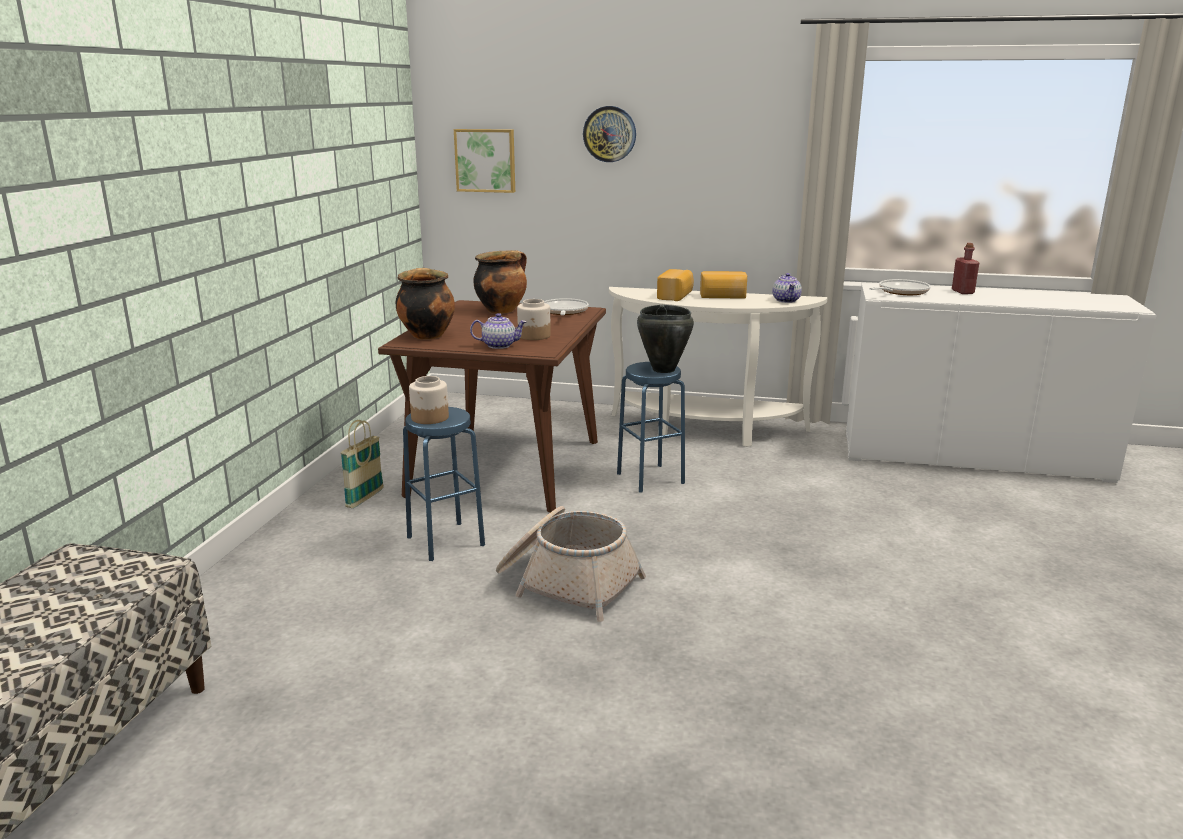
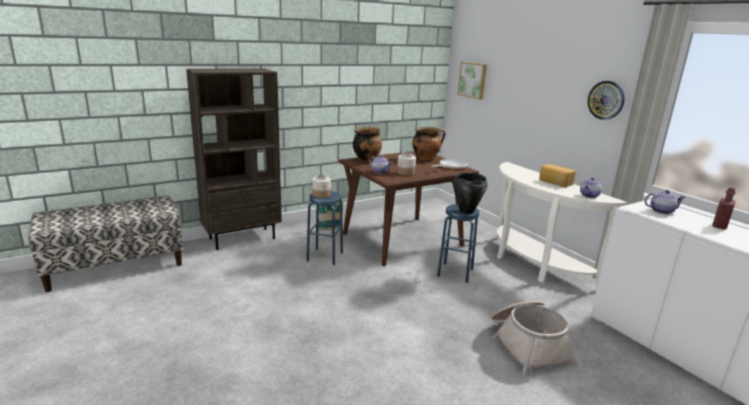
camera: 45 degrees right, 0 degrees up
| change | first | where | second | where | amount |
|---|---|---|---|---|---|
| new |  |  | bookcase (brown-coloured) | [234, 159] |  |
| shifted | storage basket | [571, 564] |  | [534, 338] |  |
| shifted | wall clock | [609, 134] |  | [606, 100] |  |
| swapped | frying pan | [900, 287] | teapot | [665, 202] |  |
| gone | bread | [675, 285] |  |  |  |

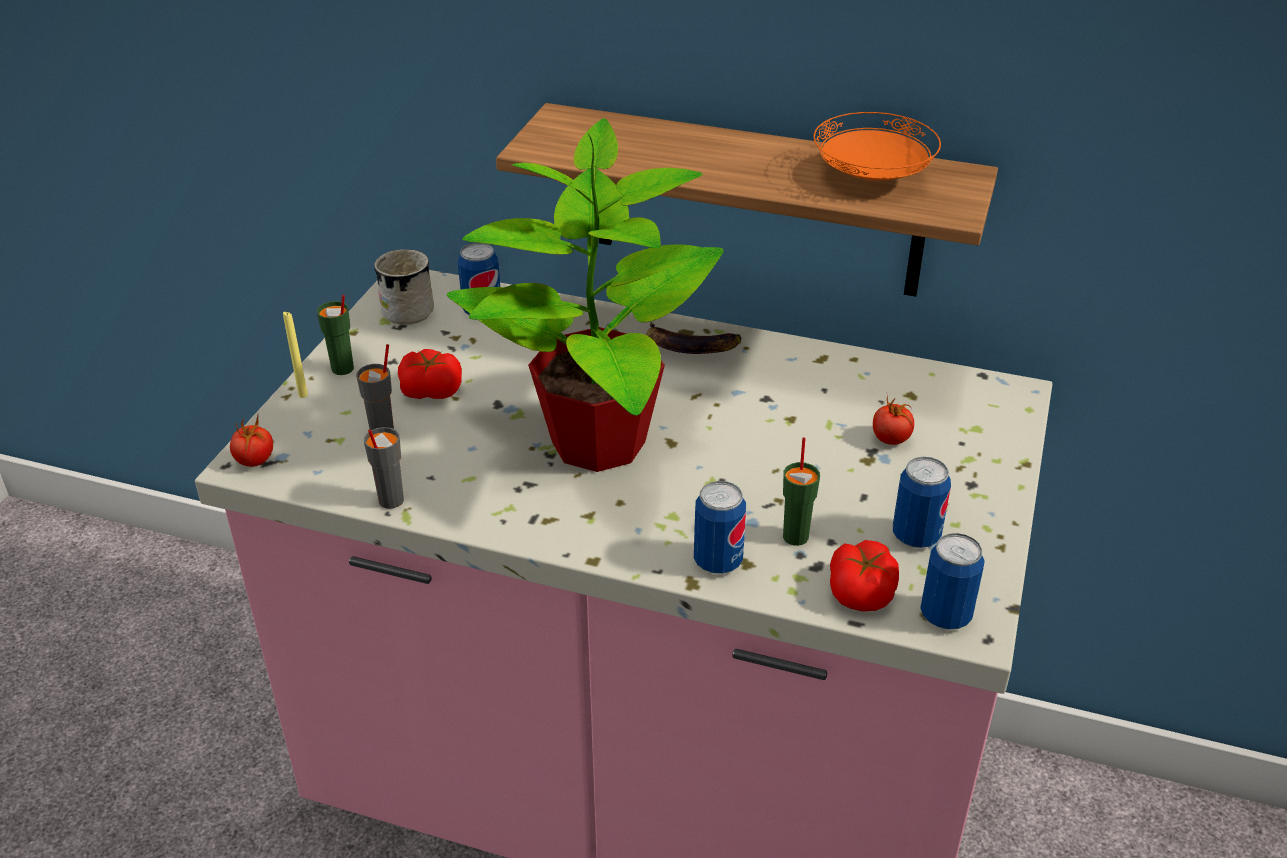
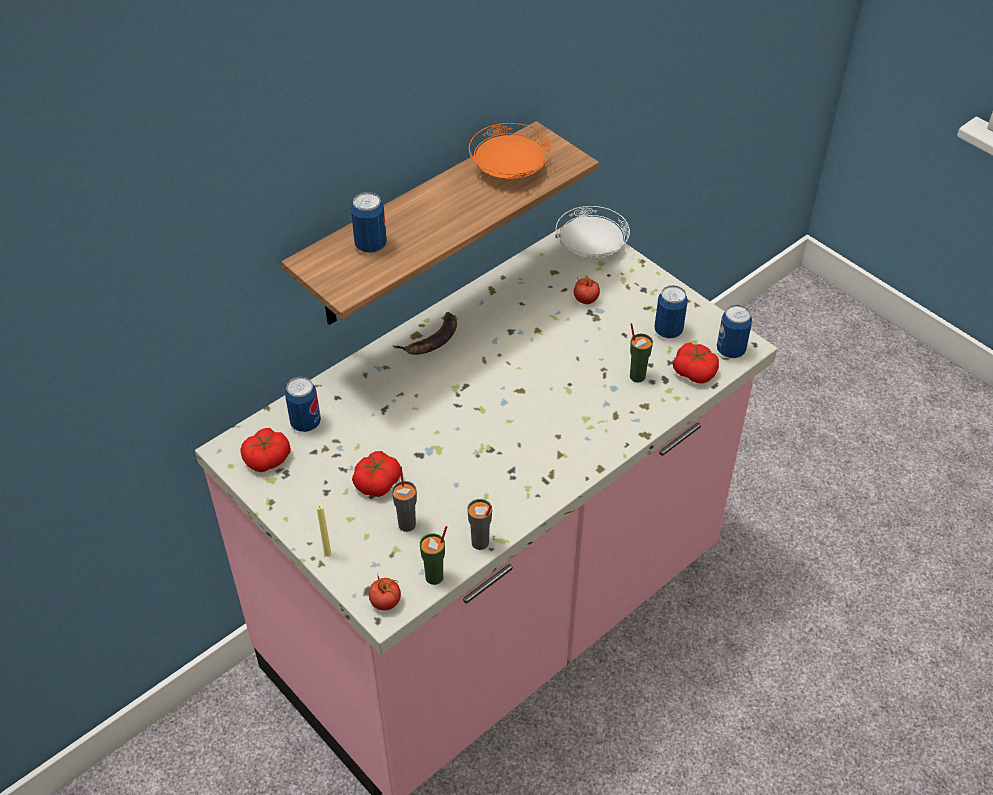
camera: 60 degrees left, 10 degrees up
| change | first | where | second | where | amount |
|---|---|---|---|---|---|
| swapped | mug (white) | [404, 287] | tomato | [265, 450] |  |
| shifted | sealed can | [720, 527] |  | [369, 222] |  |
| shifted | small cup (green-coloured) | [335, 335] |  | [433, 555] |  |
| new |  |  | dinner plate (white) | [593, 232] |  |
| gone | plant in a pot | [585, 295] |  |  |  |

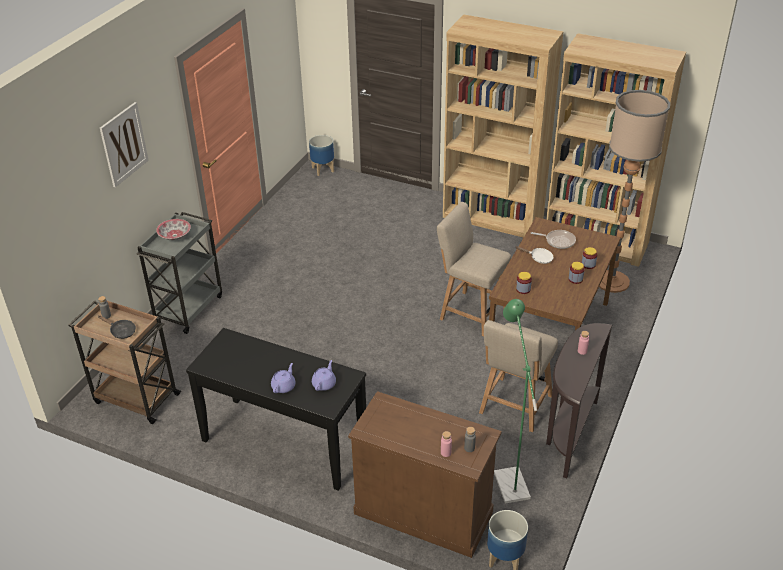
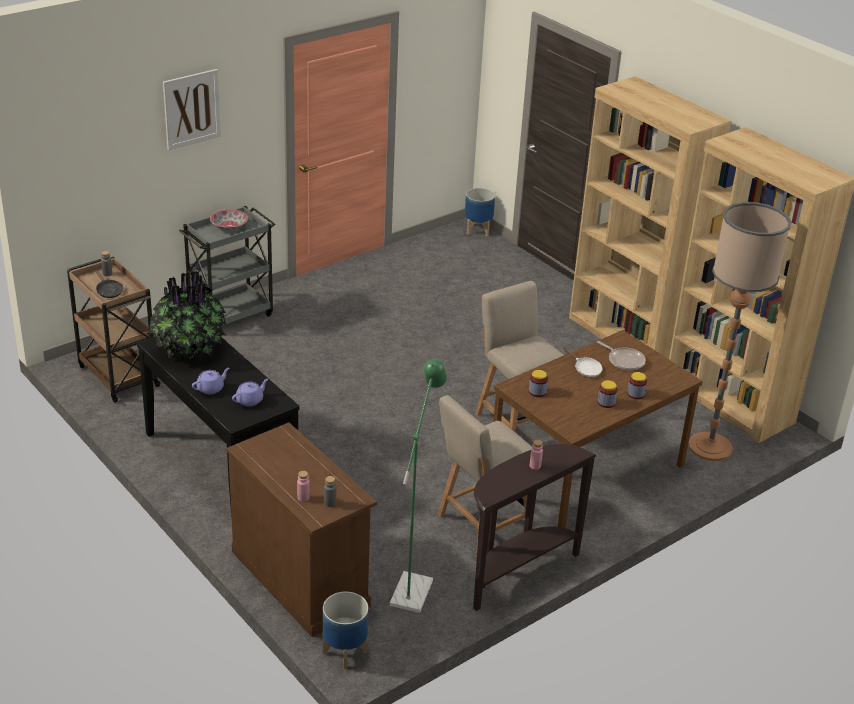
camera: 25 degrees right, 5 degrees down
| change | first | where | second | where | amount |
|---|---|---|---|---|---|
| new |  |  | plant in a pot | [187, 316] |  |

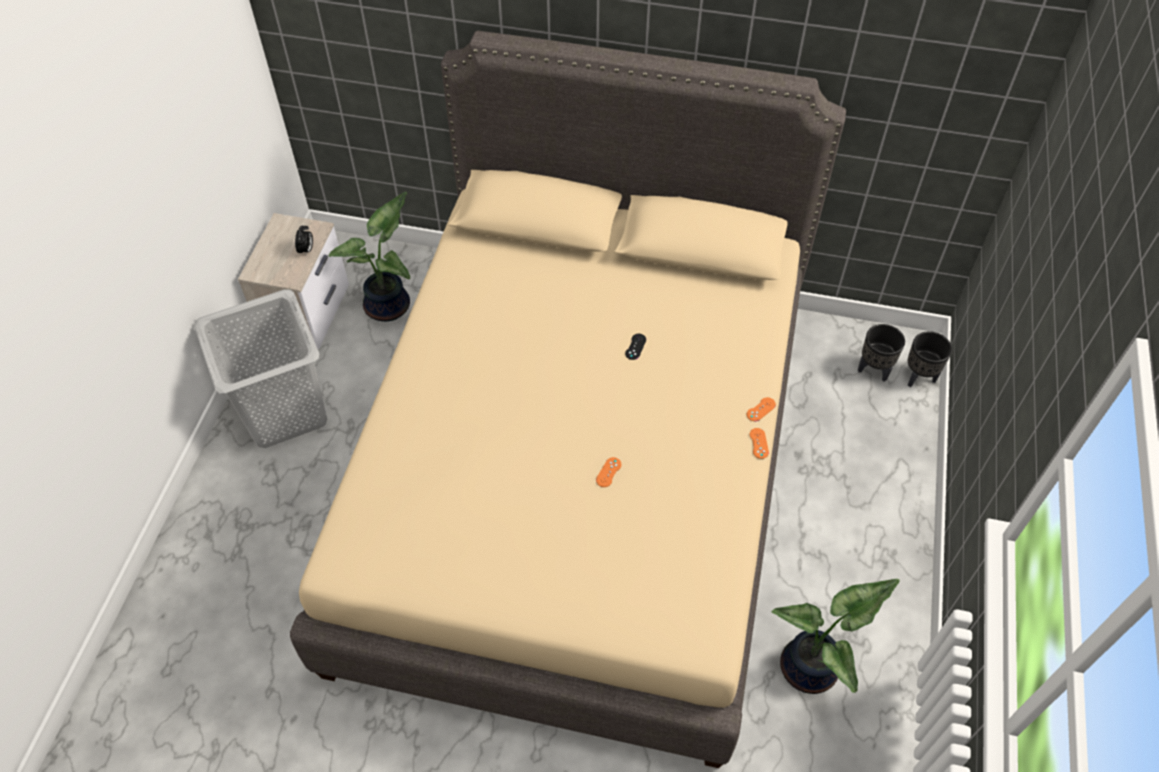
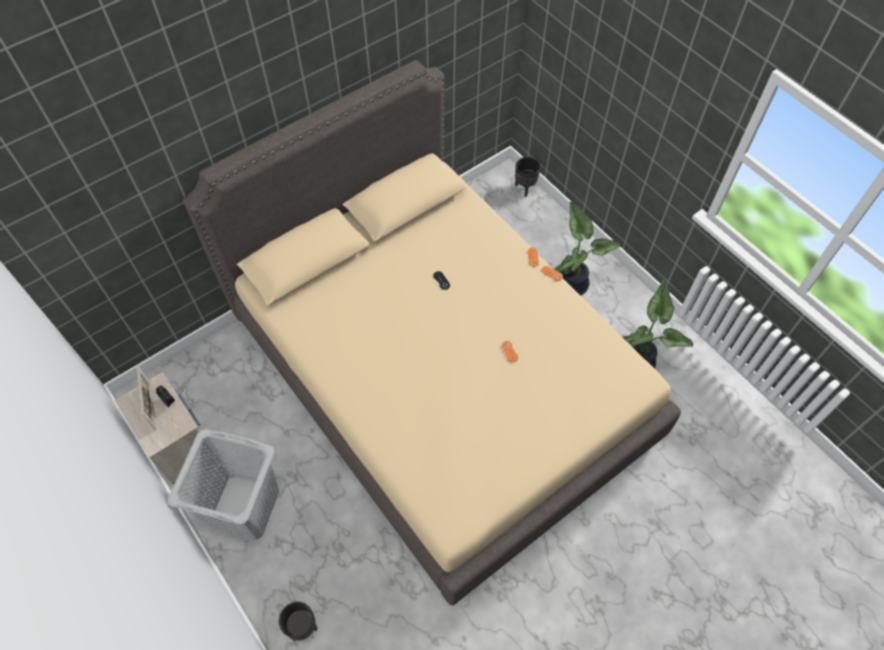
camera: 50 degrees left, 5 degrees up
| change | first | where | second | where | amount |
|---|---|---|---|---|---|
| new |  |  | picture frame | [146, 397] |  |
| shifted | plant pot (blackish) | [881, 353] |  | [298, 621] |  |
| shifted | plant in a pot | [369, 257] |  | [587, 249] |  |

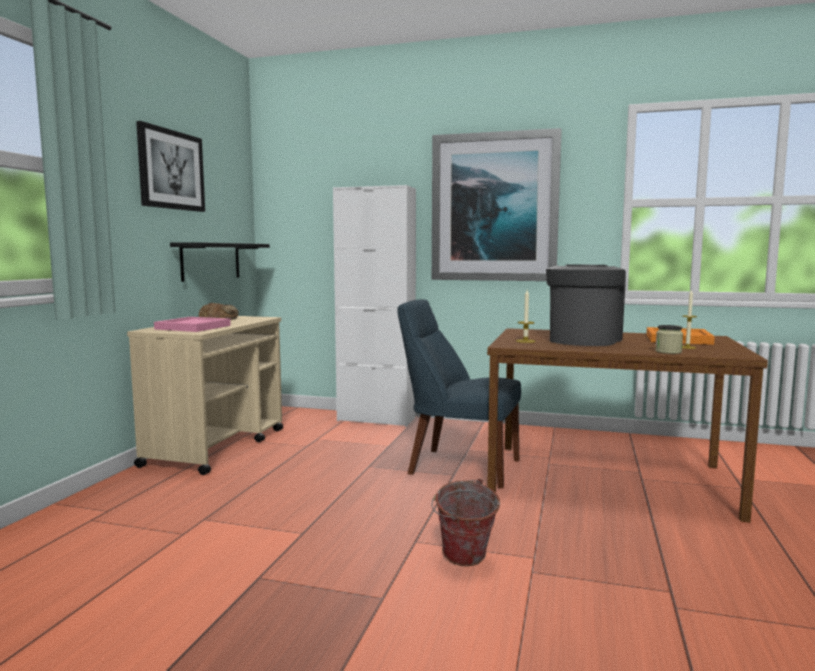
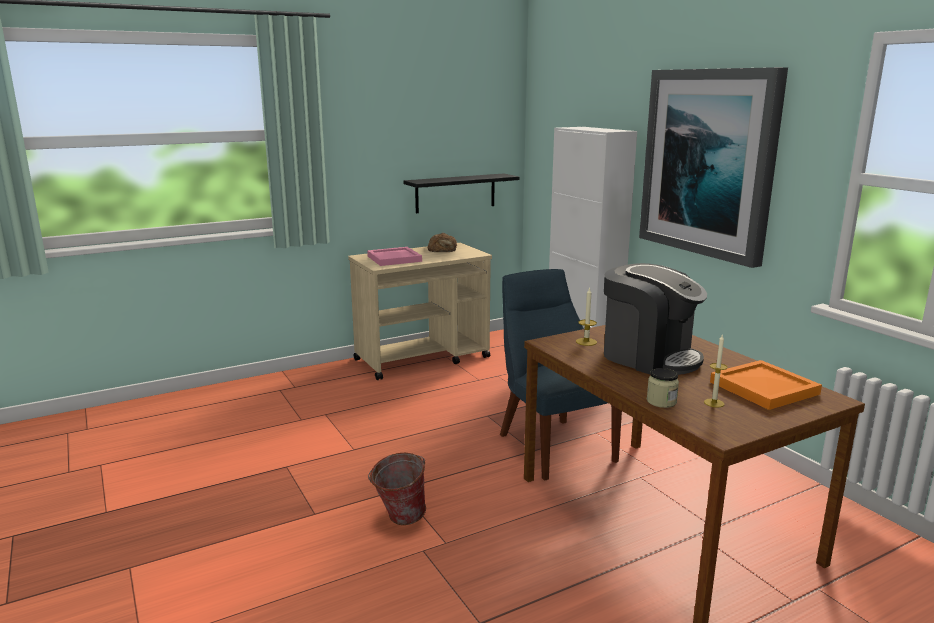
camera: 45 degrees right, 10 degrees up
| change | first | where | second | where | amount |
|---|---|---|---|---|---|
| rotated | coffee maker | [586, 305] |  | [655, 319] | 60 degrees clockwise |
| gone | picture | [170, 166] |  |  |  |

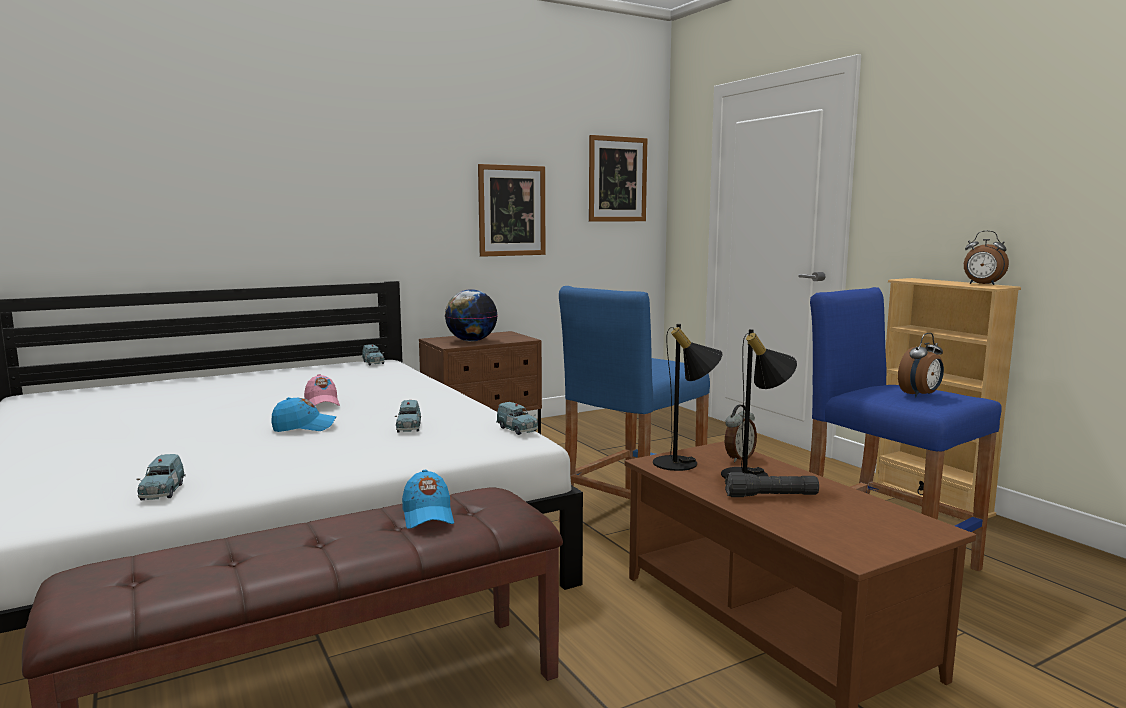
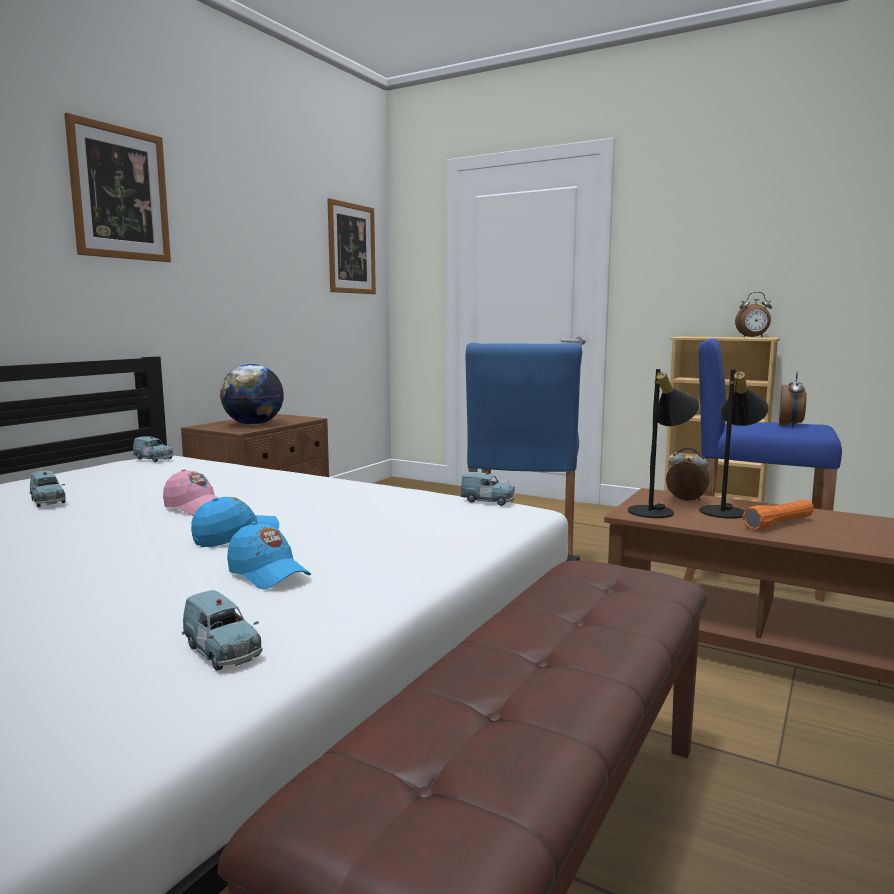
camera: 30 degrees left, 0 degrees up
| change | first | where | second | where | amount |
|---|---|---|---|---|---|
| shifted | toy car (bluish) | [408, 416] |  | [47, 488] |  |
| shifted | picture | [511, 210] |  | [117, 187] |  |
| shifted | cap (bluish) | [428, 499] |  | [269, 555] |  |
| rotated | alarm clock | [741, 433] |  | [688, 474] | 75 degrees counterclockwise |
| repainted | hand torch (blackish) | [772, 484] | hand torch (orangey) | [778, 515] |  |

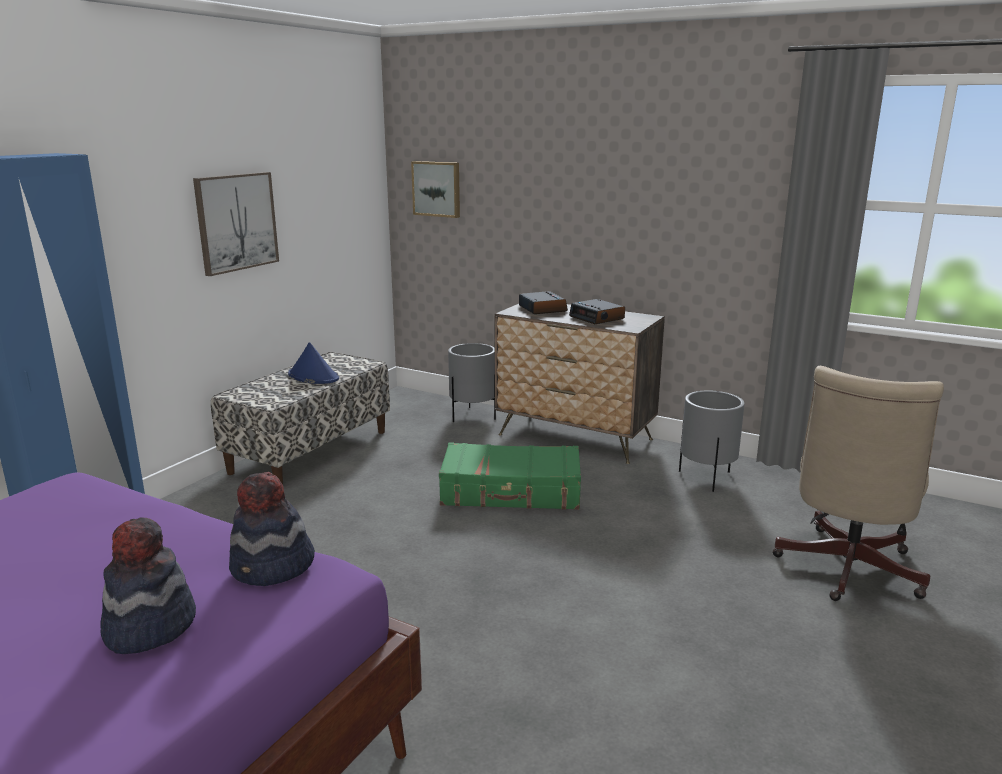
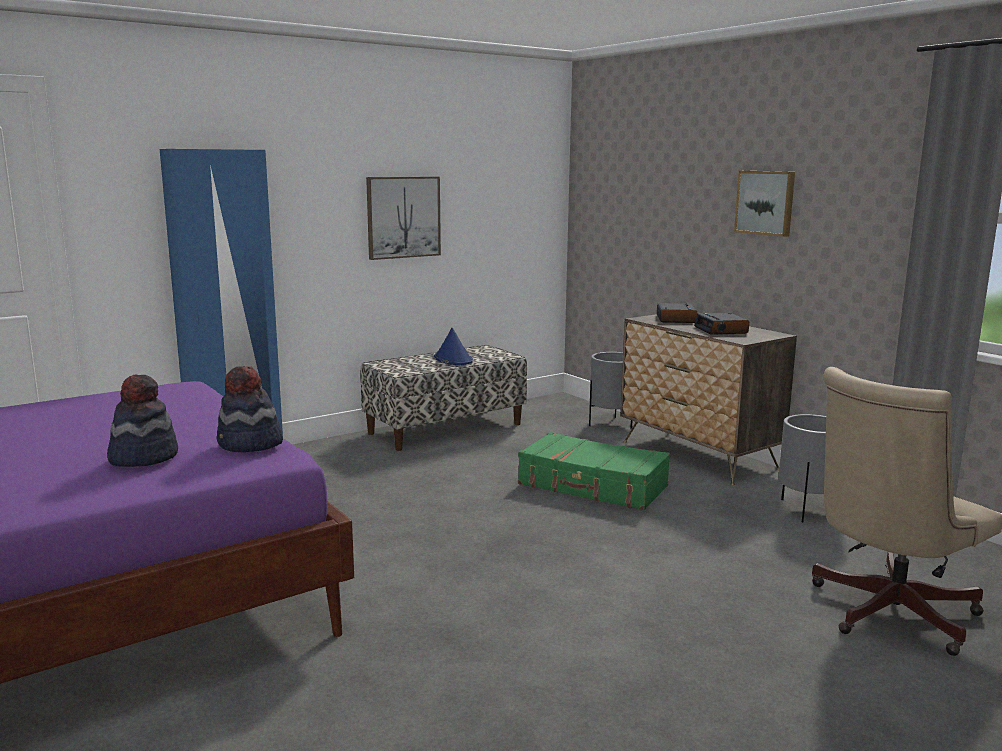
camera: 25 degrees right, 5 degrees down
| change | first | where | second | where | amount |
|---|---|---|---|---|---|
| shifted | picture | [435, 189] |  | [764, 204] |  |

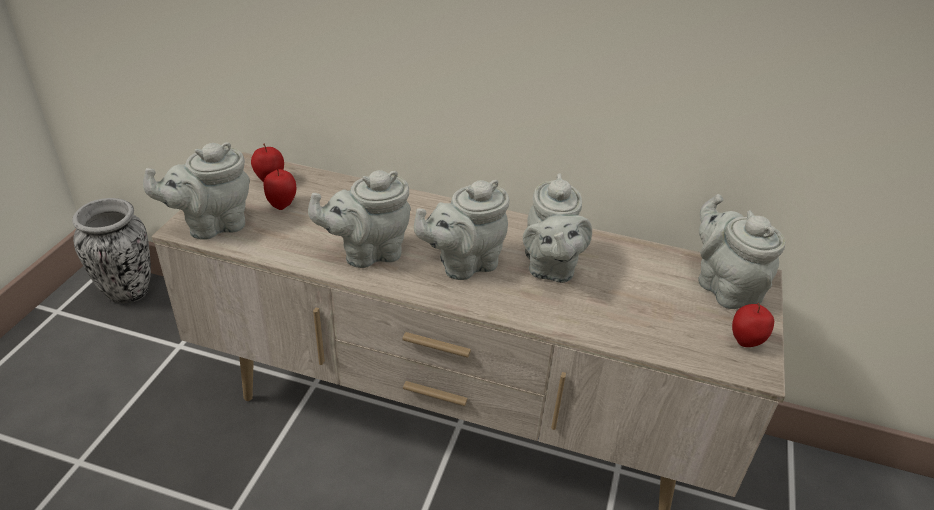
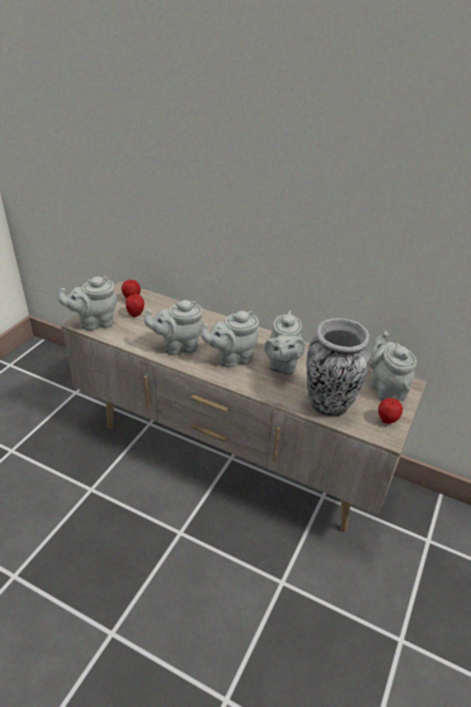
camera: 10 degrees right, 0 degrees up
| change | first | where | second | where | amount |
|---|---|---|---|---|---|
| shifted | vase | [111, 250] |  | [339, 367] |  |

